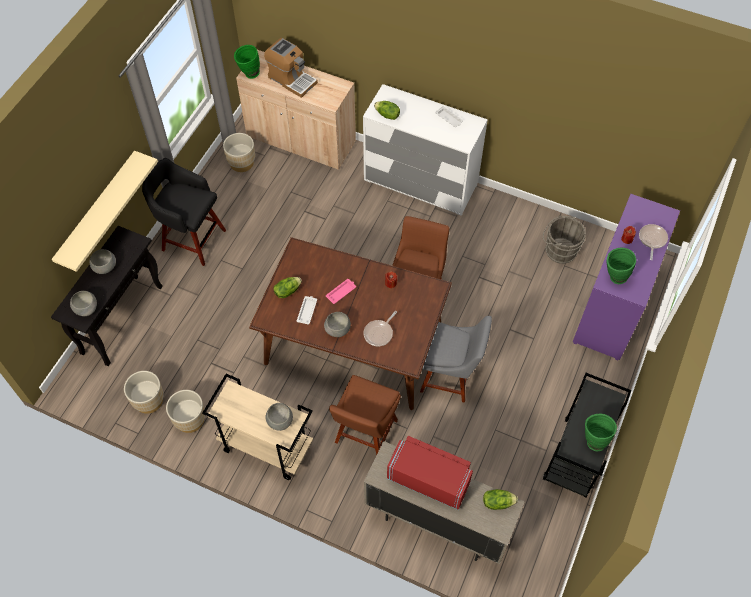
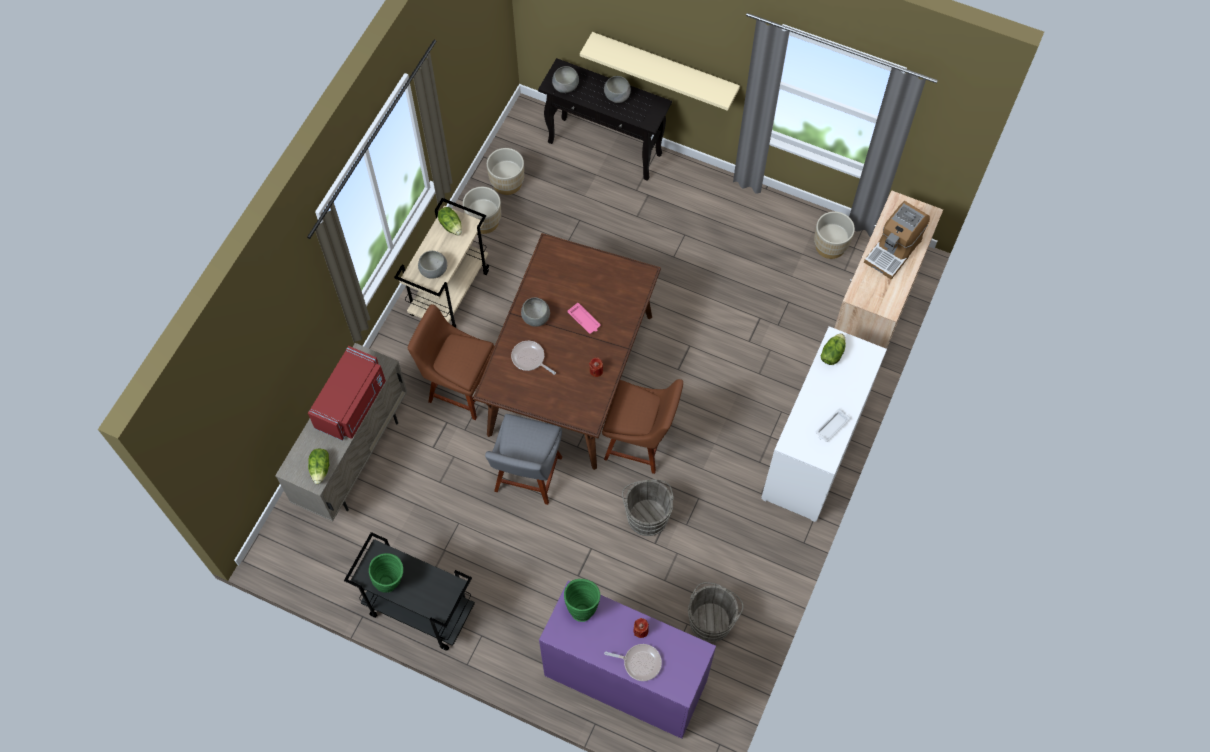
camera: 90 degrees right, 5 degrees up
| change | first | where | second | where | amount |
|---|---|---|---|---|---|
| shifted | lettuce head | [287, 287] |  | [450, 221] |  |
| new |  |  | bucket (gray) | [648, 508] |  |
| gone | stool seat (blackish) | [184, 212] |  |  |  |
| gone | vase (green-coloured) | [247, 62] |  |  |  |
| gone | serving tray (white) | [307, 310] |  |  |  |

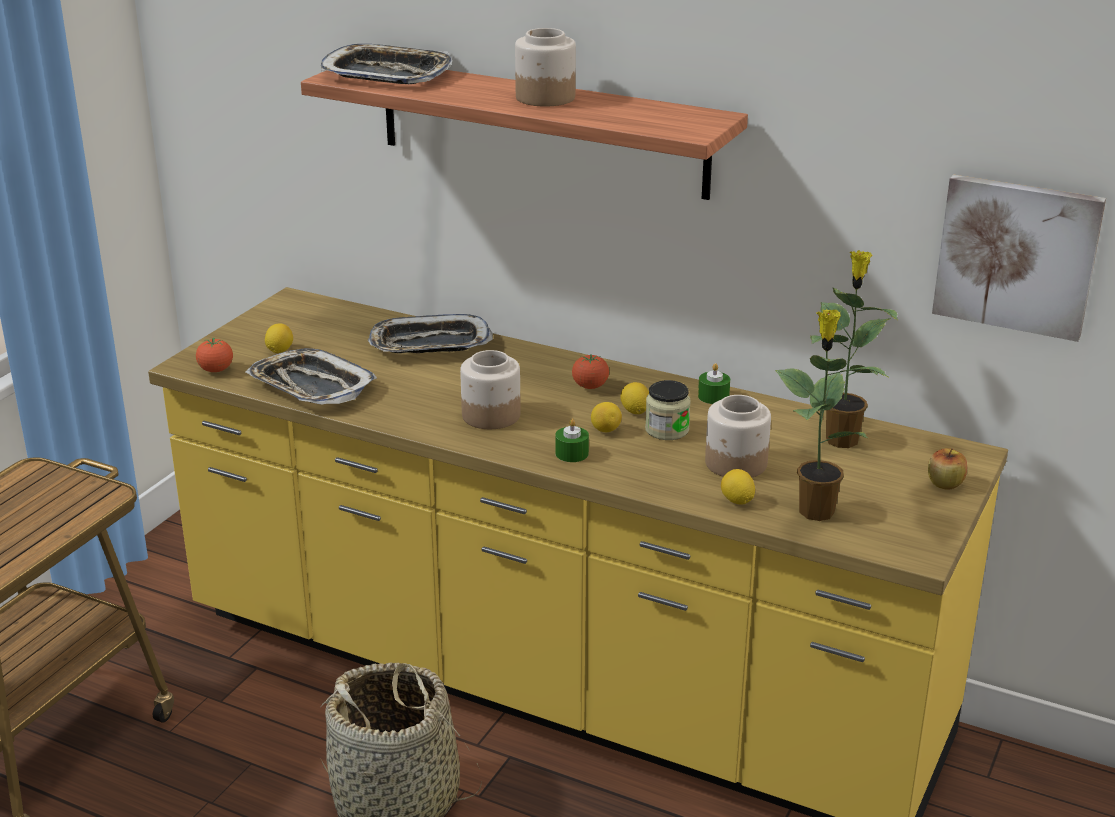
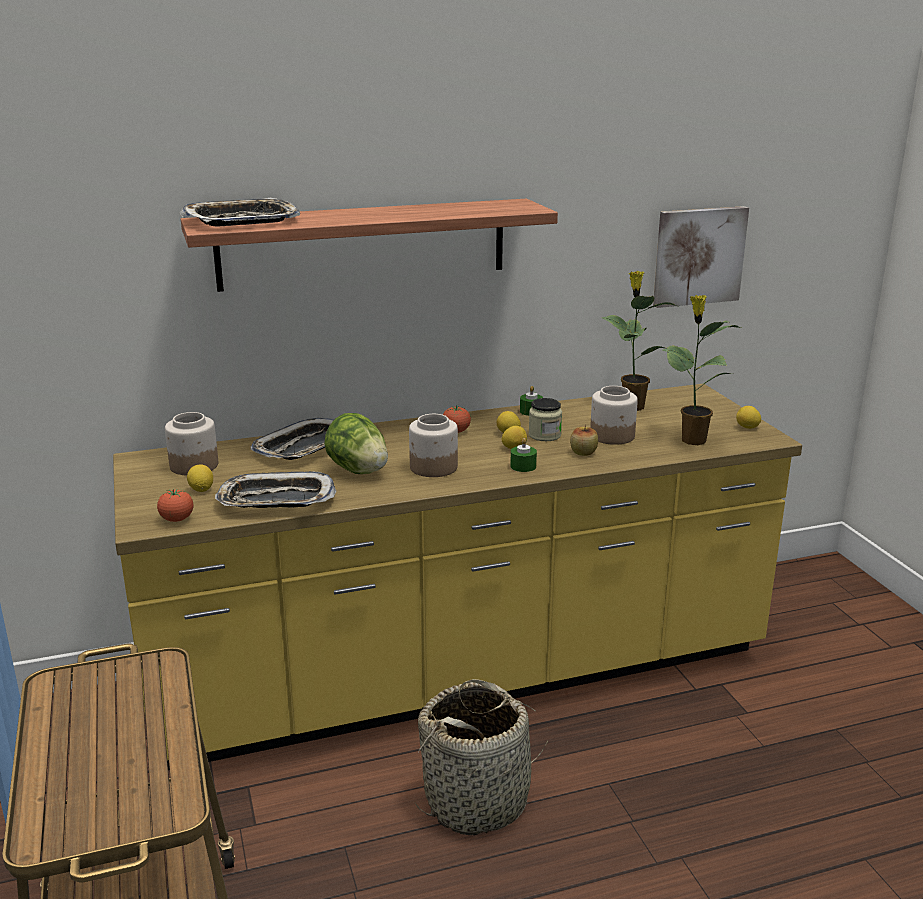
camera: 45 degrees left, 5 degrees down
| change | first | where | second | where | amount |
|---|---|---|---|---|---|
| shifted | jar | [545, 67] |  | [191, 443] |  |
| new |  |  | lettuce head | [356, 443] |  |
| shifted | apple fruit | [947, 469] |  | [584, 440] |  |
| shifted | whole lemon | [738, 486] |  | [748, 417] |  |

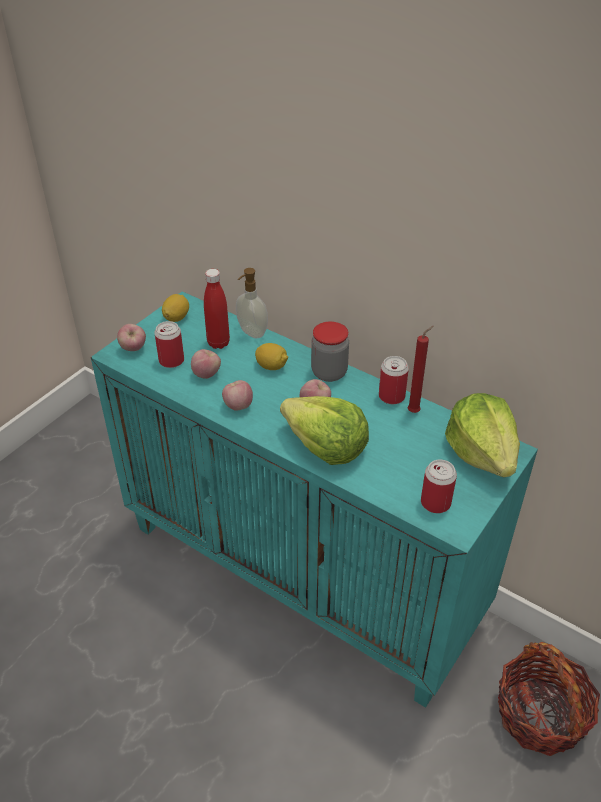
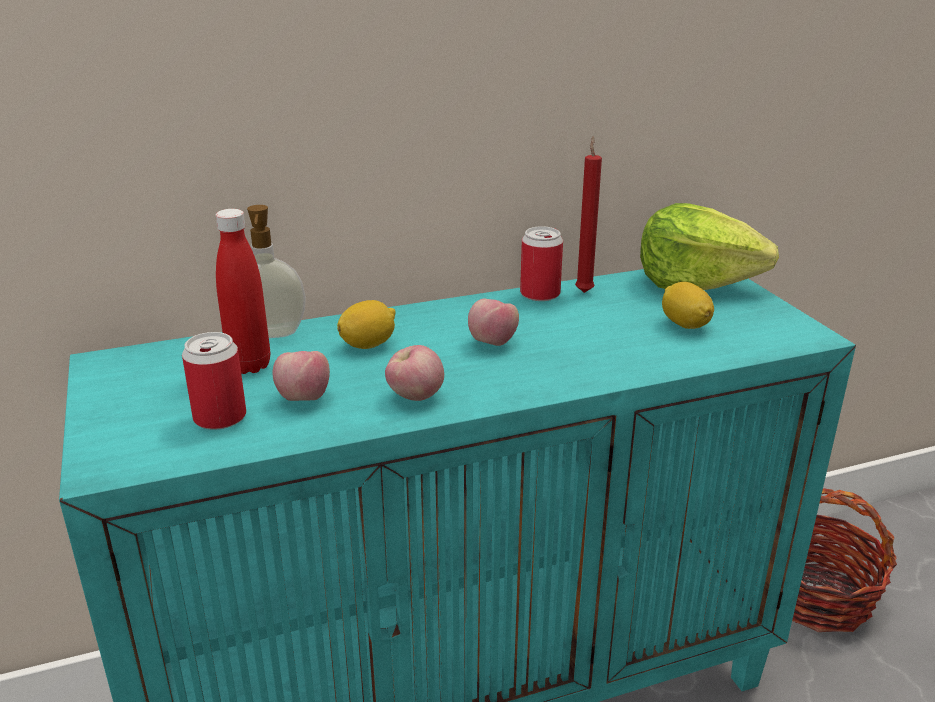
camera: 55 degrees left, 15 degrees down
| change | first | where | second | where | amount |
|---|---|---|---|---|---|
| shifted | whole lemon | [175, 308] |  | [688, 305] |  |
| gone | apple fruit | [131, 337] |  |  |  |
| gone | lettuce head | [324, 430] |  |  |  |
| gone | jar | [330, 351] |  |  |  |
| gone | sealed can | [439, 486] |  |  |  |

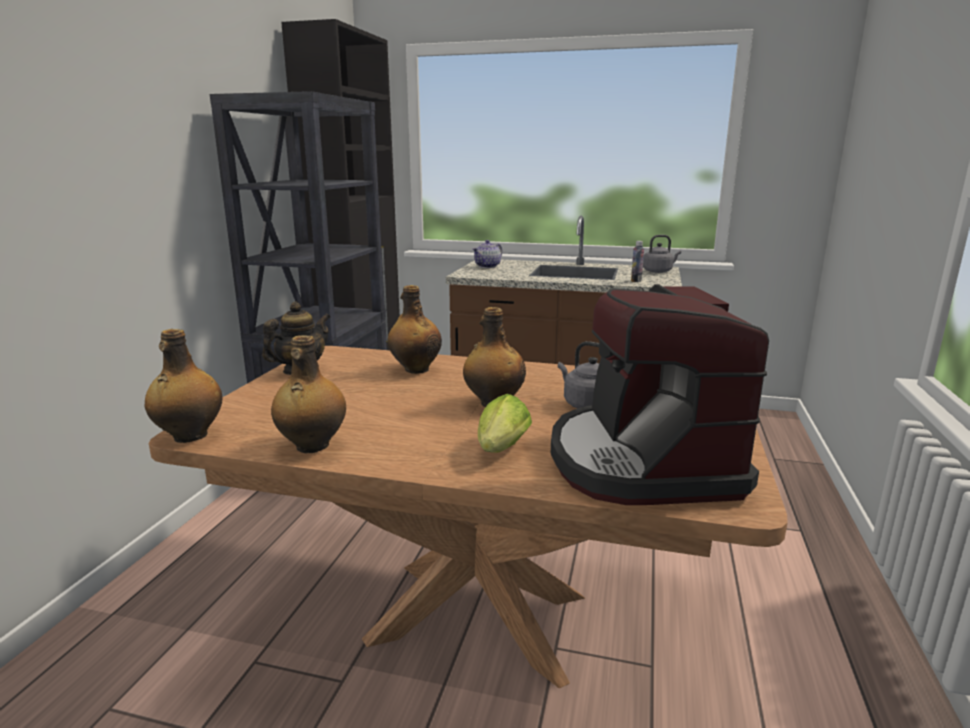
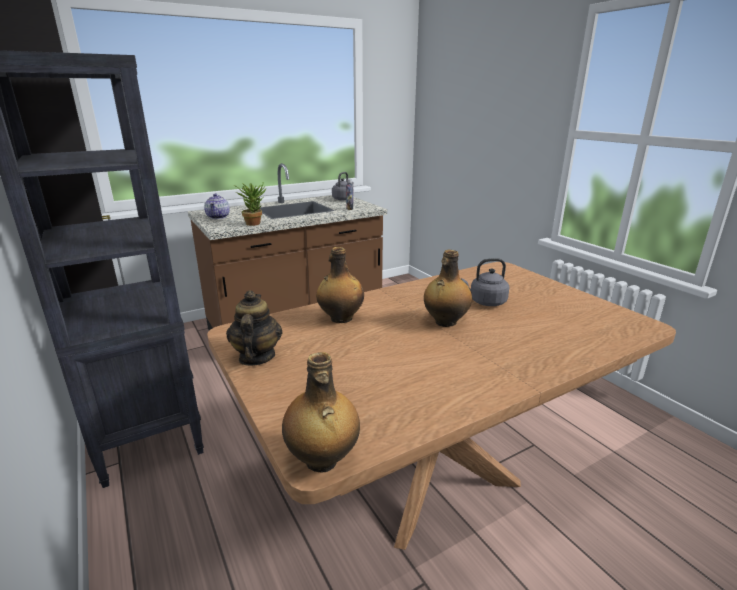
camera: 45 degrees left, 5 degrees up
| change | first | where | second | where | amount |
|---|---|---|---|---|---|
| new |  |  | plant in a pot | [250, 204] |  |
| gone | drink bottle | [308, 394] |  |  |  |
| gone | lettuce head | [505, 423] |  |  |  |
| gone | coffee maker | [659, 394] |  |  |  |

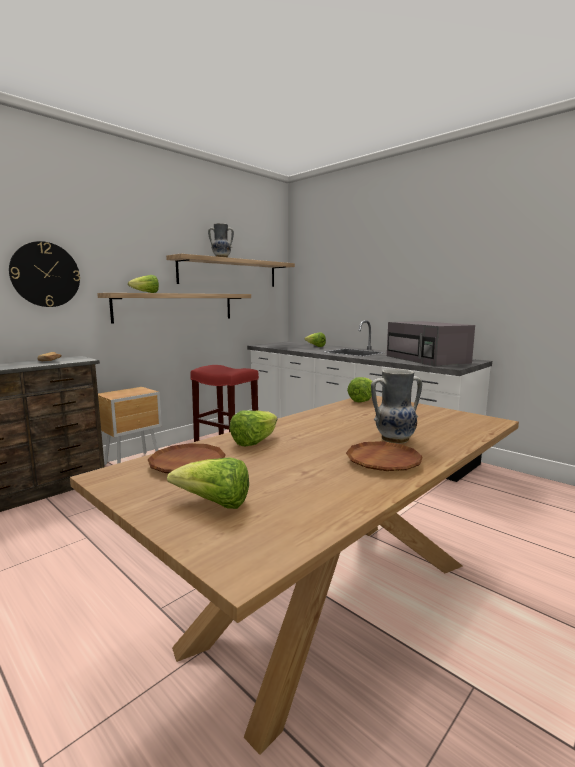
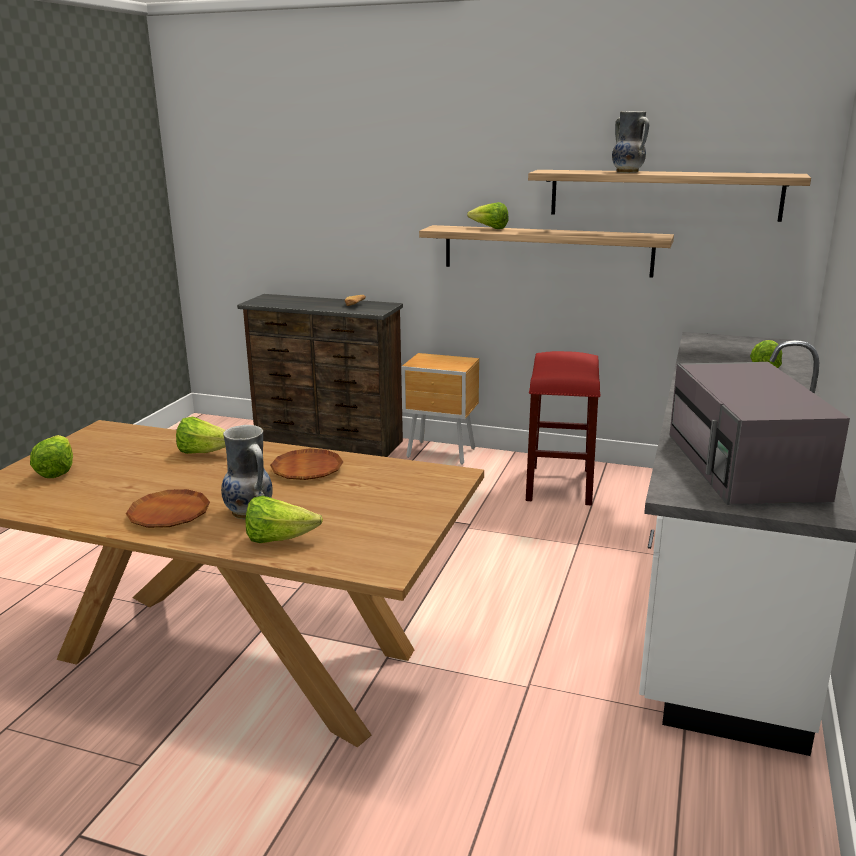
camera: 65 degrees right, 10 degrees up
| change | first | where | second | where | amount |
|---|---|---|---|---|---|
| shifted | lettuce head | [359, 389] |  | [284, 519] |  |
| shifted | dinner plate (brown-coloured) | [187, 458] |  | [306, 464] |  |
| rotated | microwave (gray) | [431, 343] |  | [759, 433] | 45 degrees counterclockwise |
| gone | wall clock | [44, 274] |  |  |  |

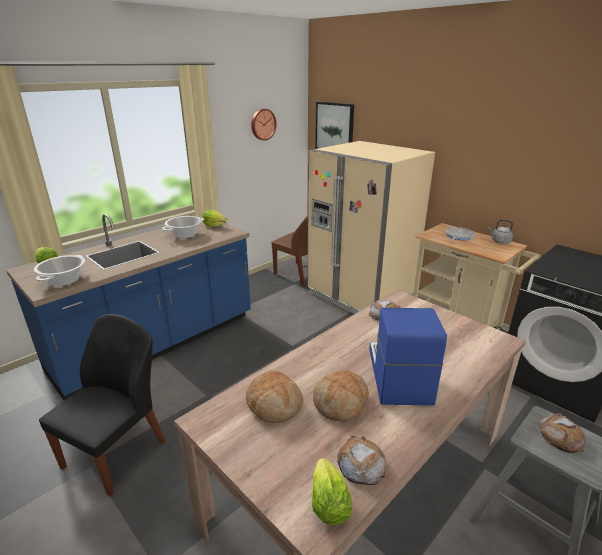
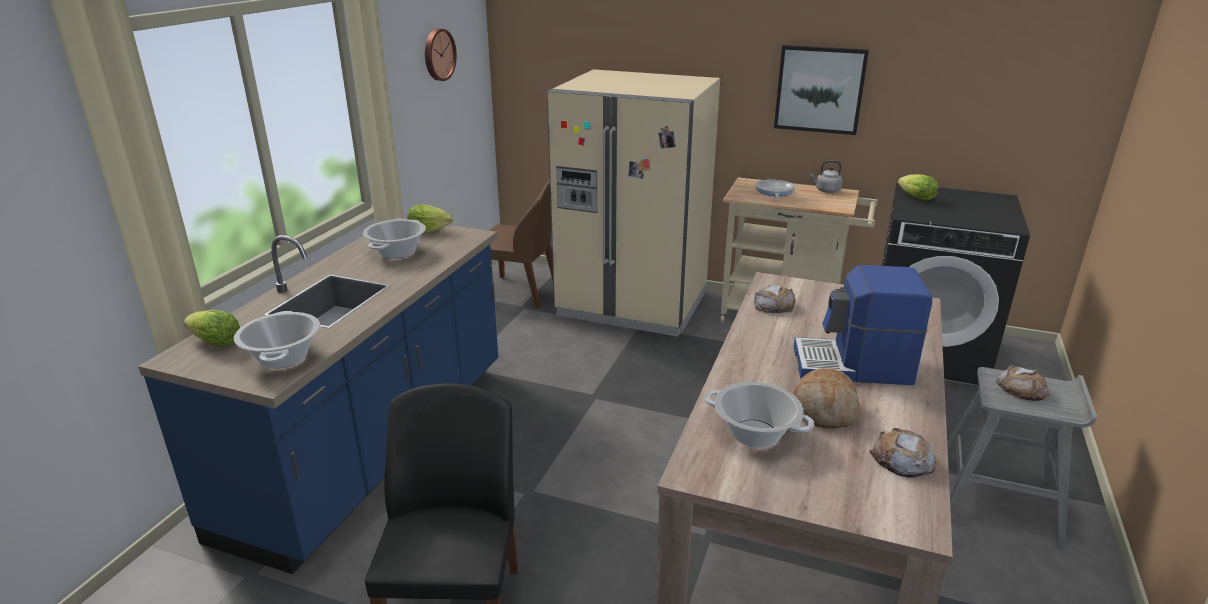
camera: 25 degrees left, 0 degrees up
| change | first | where | second | where | amount |
|---|---|---|---|---|---|
| swapped | bread | [274, 396] | saucepot | [759, 414] |  |
| shifted | picture | [334, 125] |  | [821, 90] |  |
| rotated | coffee maker | [408, 356] |  | [863, 325] | 60 degrees counterclockwise |
| shifted | lettuce head | [332, 492] |  | [918, 187] |  |

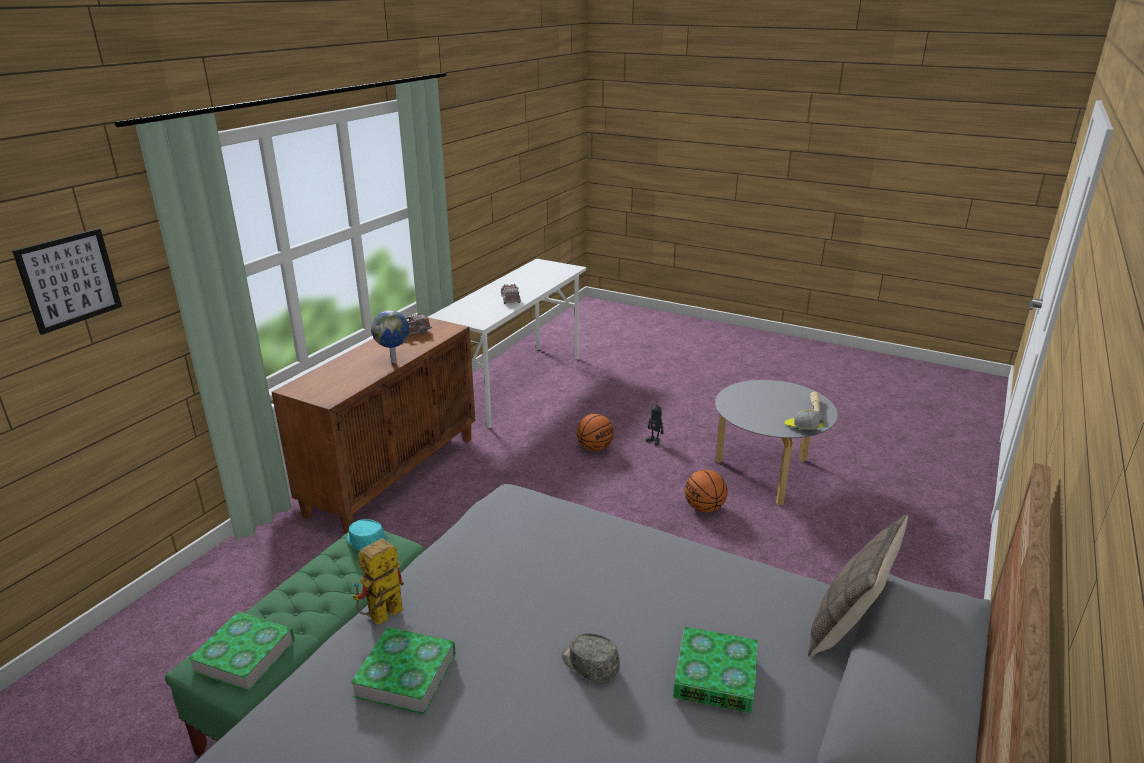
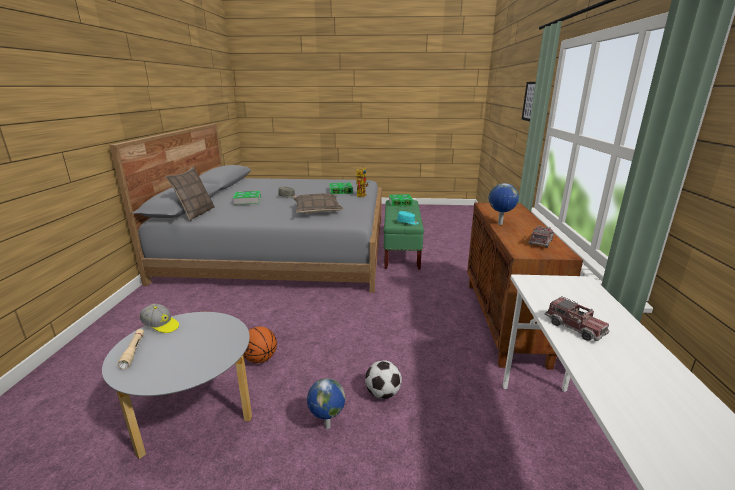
camera: 155 degrees right, 5 degrees down
| change | first | where | second | where | amount |
|---|---|---|---|---|---|
| new |  |  | pillow | [318, 203] |  |
| swapped | robot figure | [655, 425] | globe | [326, 403] |  |
| swapped | basketball | [595, 432] | ball for football | [383, 379] |  |

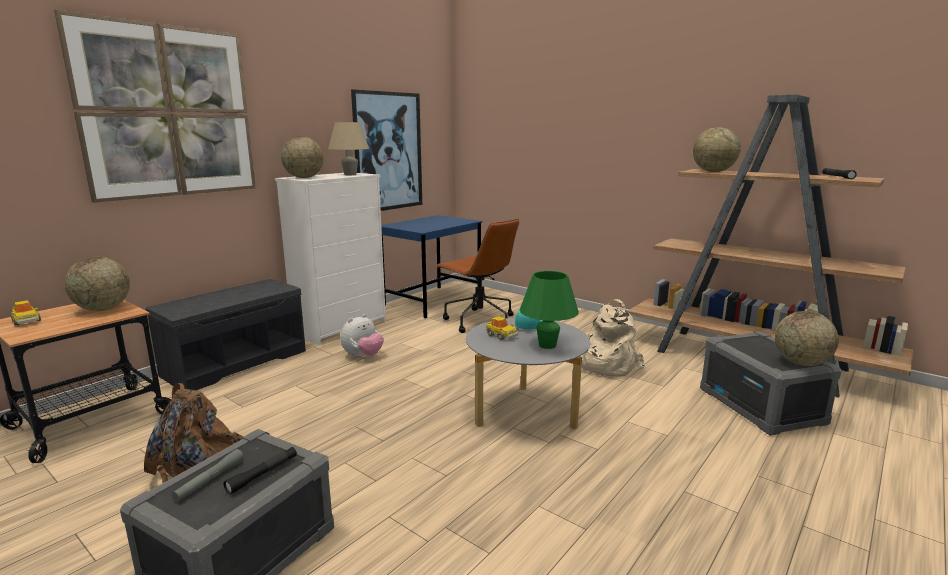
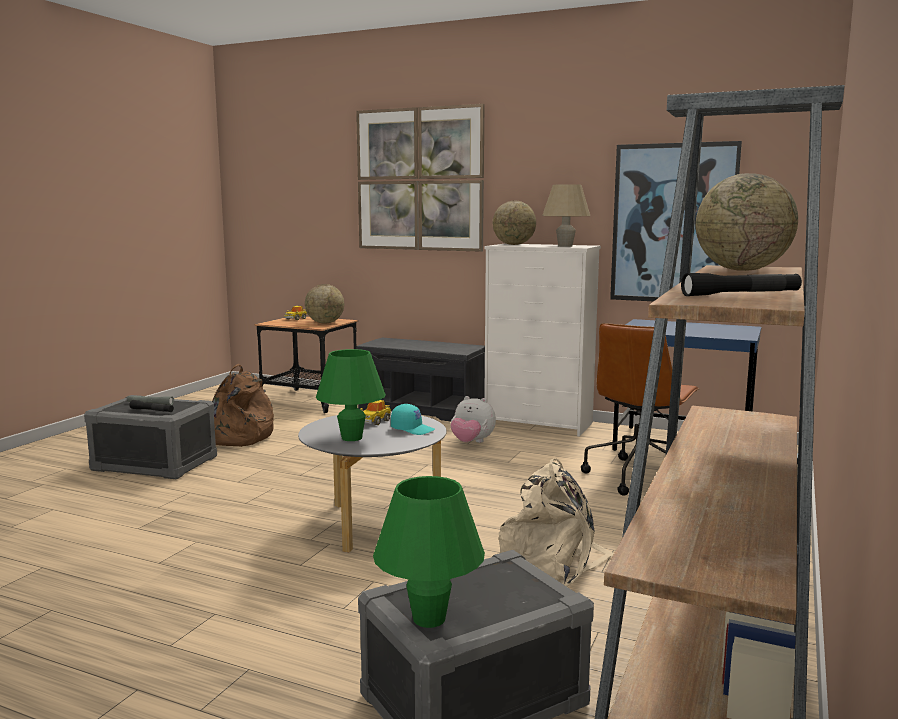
camera: 75 degrees right, 5 degrees down
| change | first | where | second | where | amount |
|---|---|---|---|---|---|
| swapped | globe | [807, 338] | tabletop lamp (green-coloured) | [429, 552] |  |

